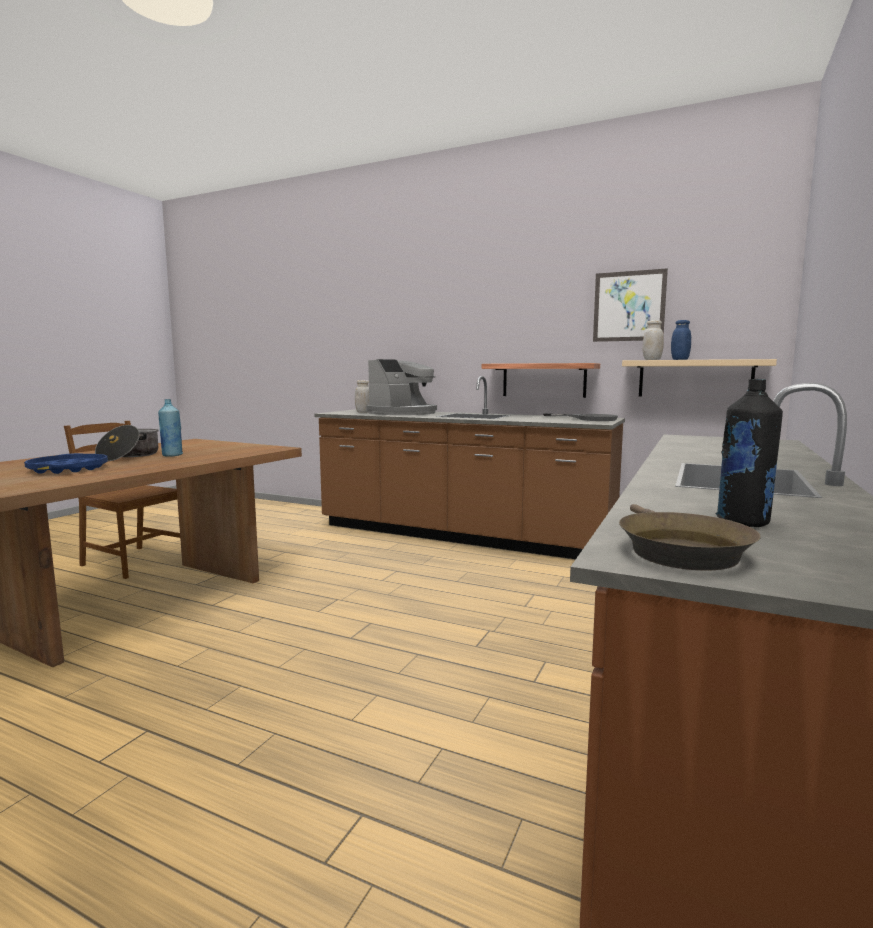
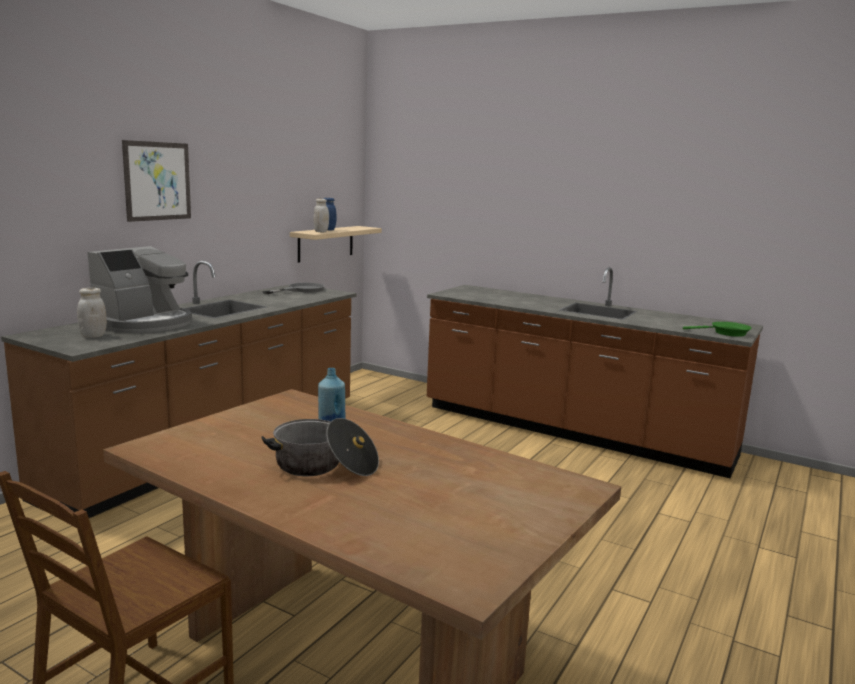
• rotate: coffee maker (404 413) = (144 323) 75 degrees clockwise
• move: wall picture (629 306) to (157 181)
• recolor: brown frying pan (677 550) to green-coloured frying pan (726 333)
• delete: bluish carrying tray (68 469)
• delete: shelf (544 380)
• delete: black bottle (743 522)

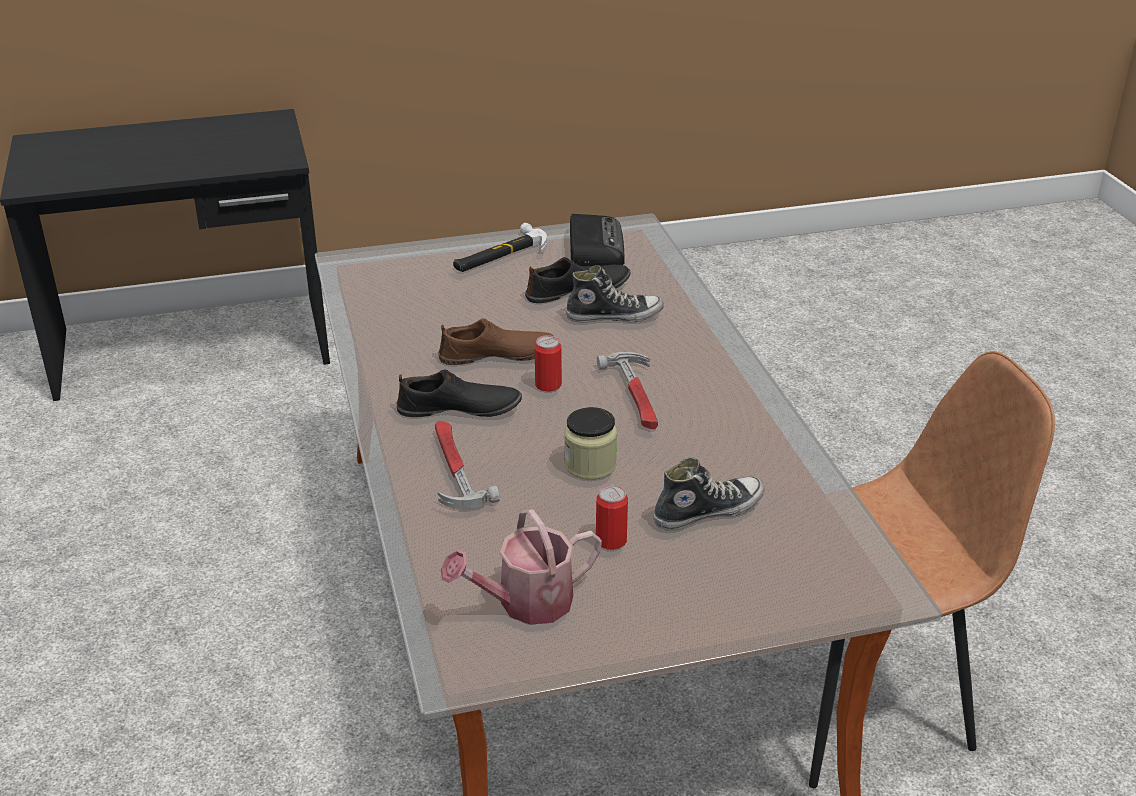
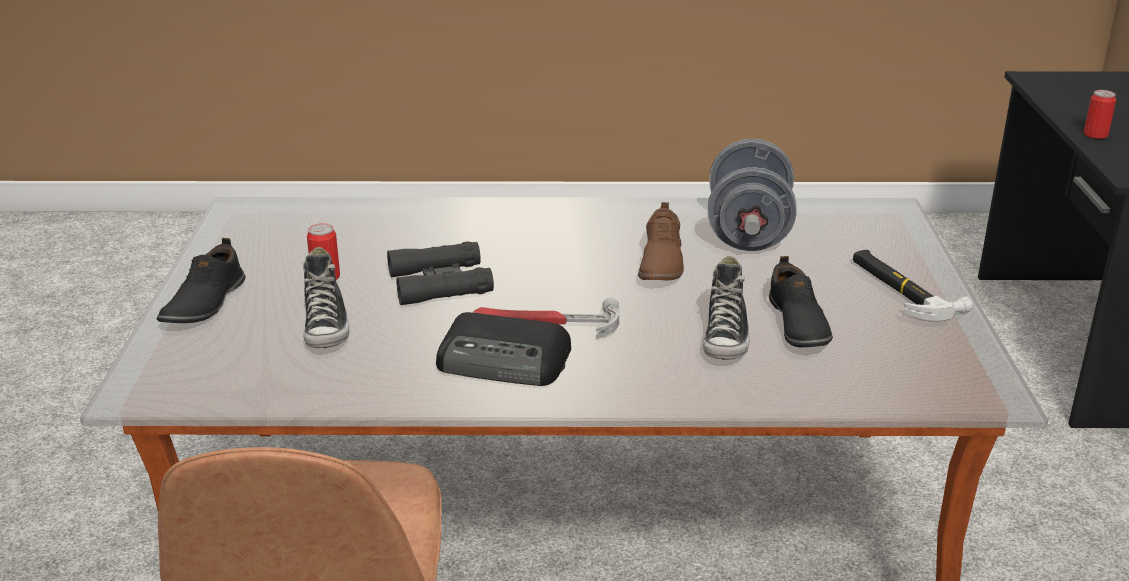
• move: black shoe (459 409) to (203 303)
• replace: storage jar (590 465) to black pair of binoculars (440 283)
• move: radio (594 249) to (505 361)
• insert: grey dumbbell (748 232)
• move: sealed can (548 385) to (1095 135)
• delete: hammer (454 469)
• delete: sprinkling can (525 603)

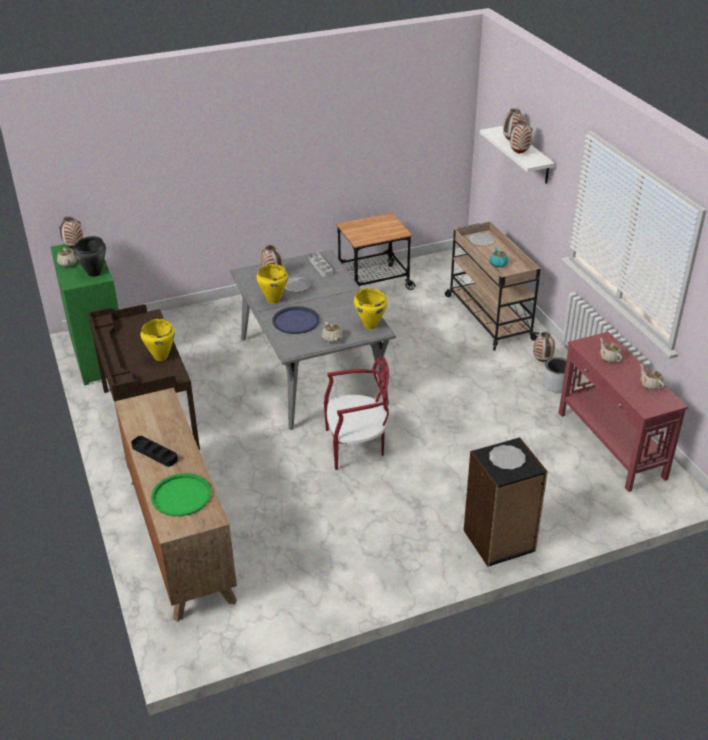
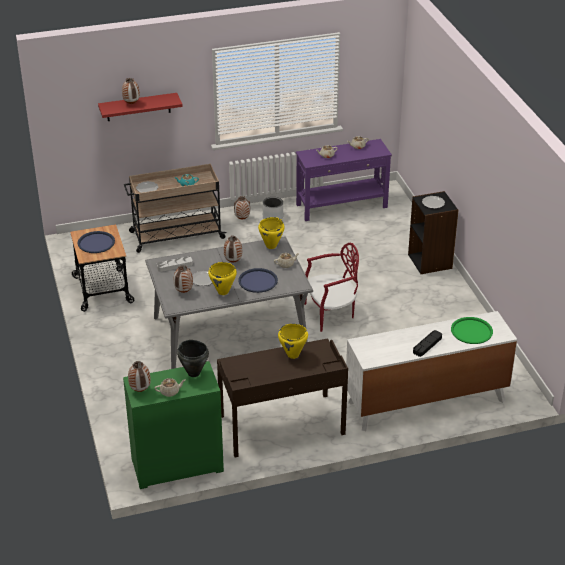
• insert: bluish carrying tray (96 243)
• recolor: white shelf (528 155) to reddish shelf (138 107)
• move: flower vase (519 153) to (233 261)
• recolor: reddish console table (610 445) to purple-coloured console table (342 206)
• rotate: reddish plain chair (356 446) = (331 313) 75 degrees clockwise
• recolor: brown drawer chest (180 538) to white drawer chest (426 402)

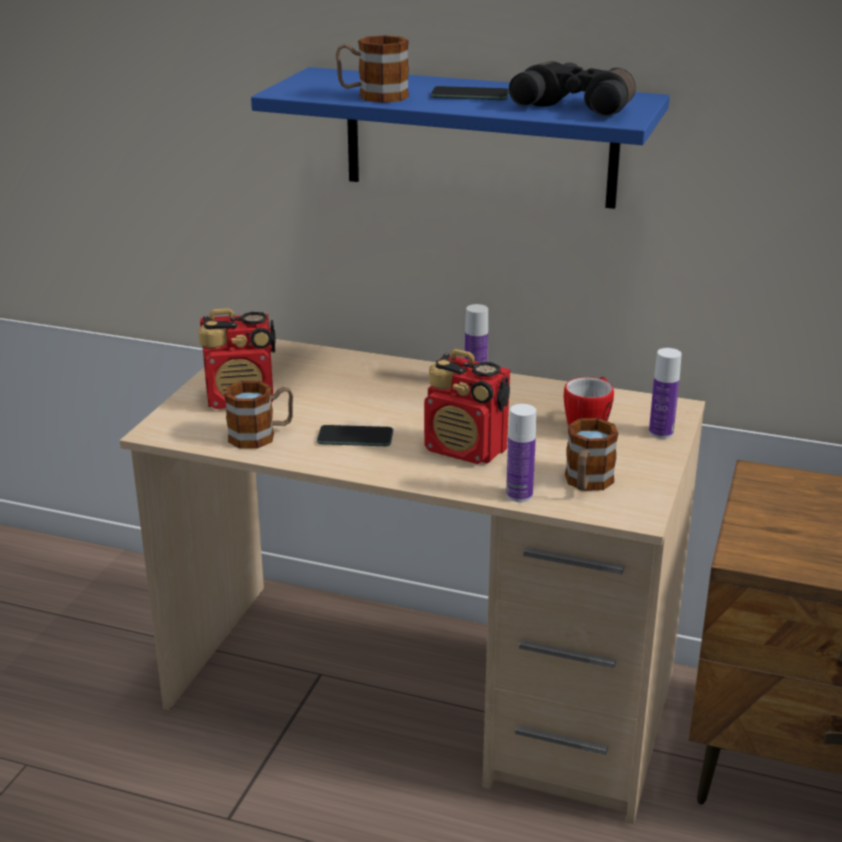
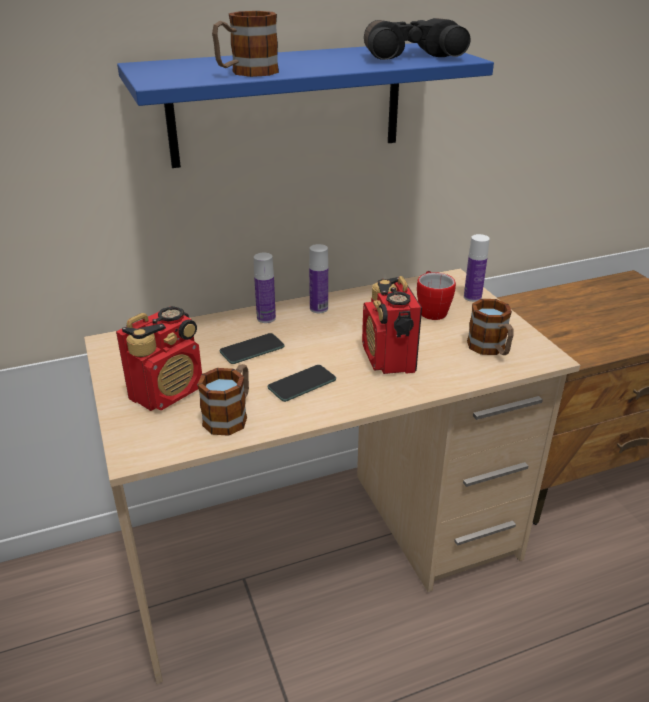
• move: handset (470 95) to (252 349)
• move: bottle (519 495) to (266 318)
• rotate: radio (466 450) = (389 359) 90 degrees clockwise

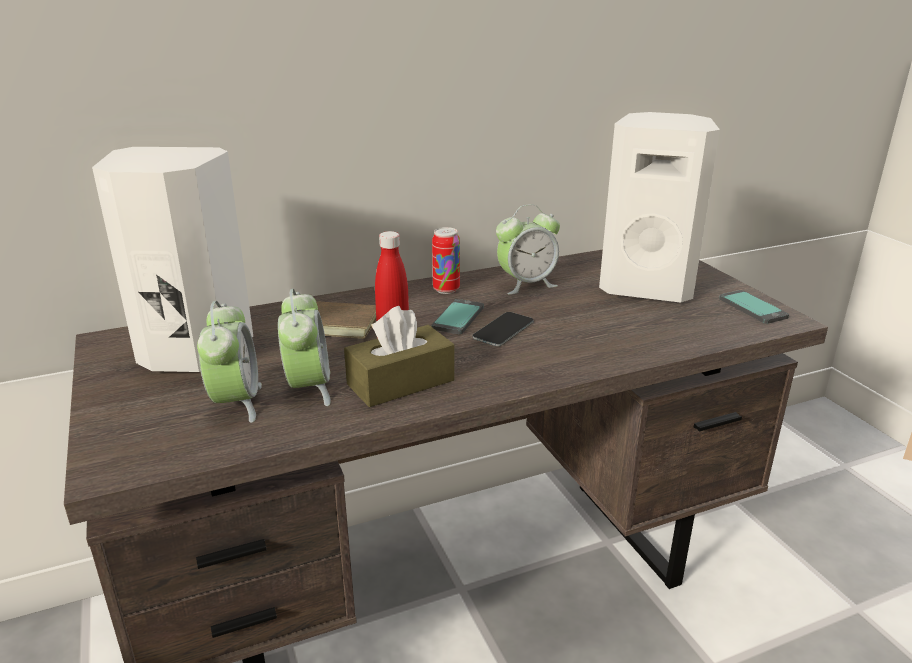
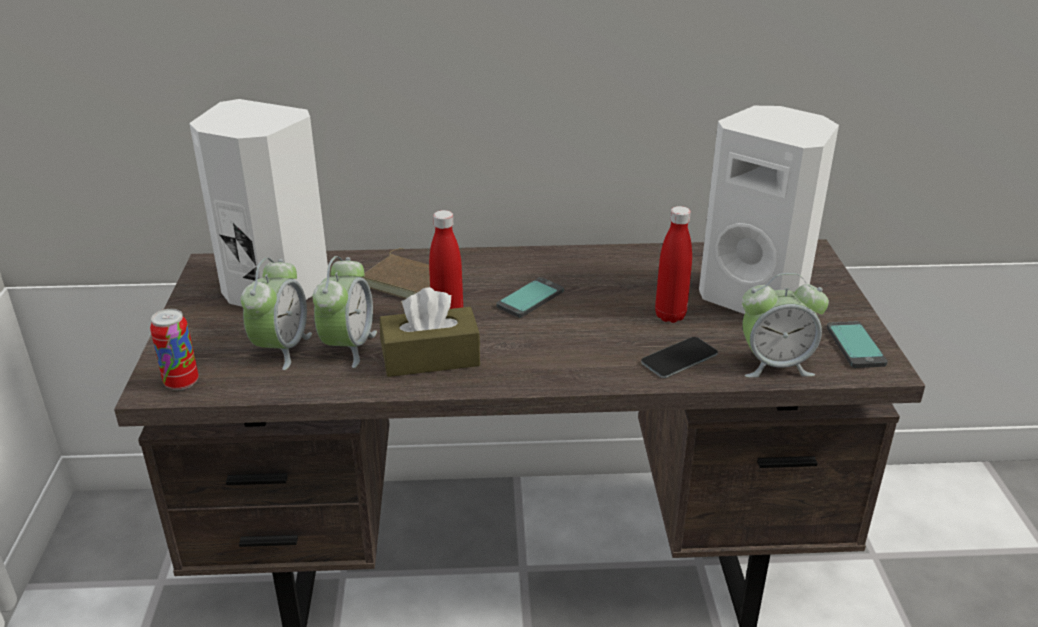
• move: sealed can (446 289) to (181 382)
• move: handset (503 329) to (679 358)
• insert: reddish bottle (670 316)
• move: bedside clock (526 284) to (775 365)

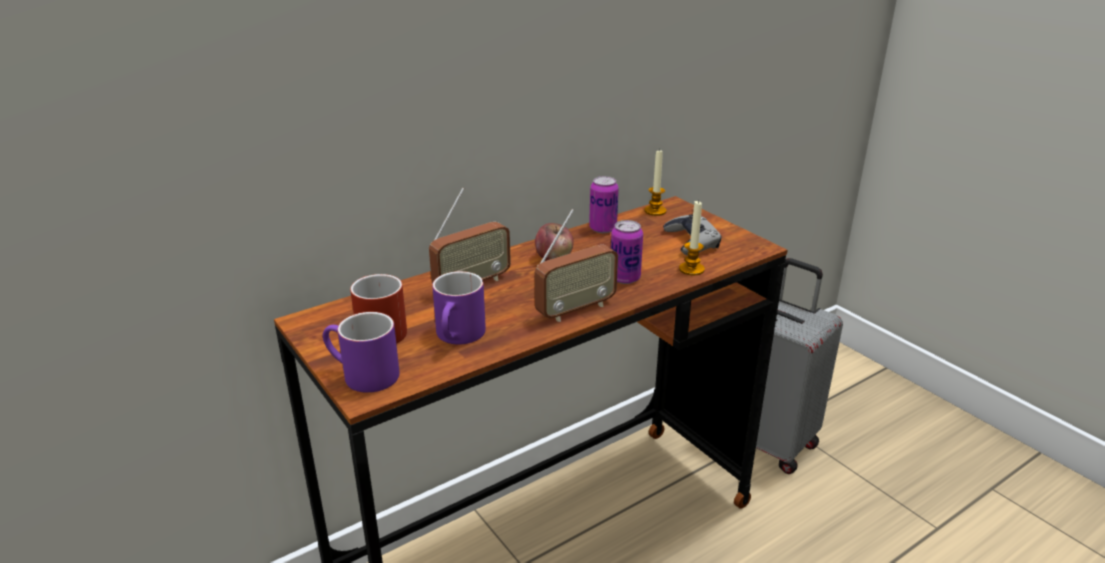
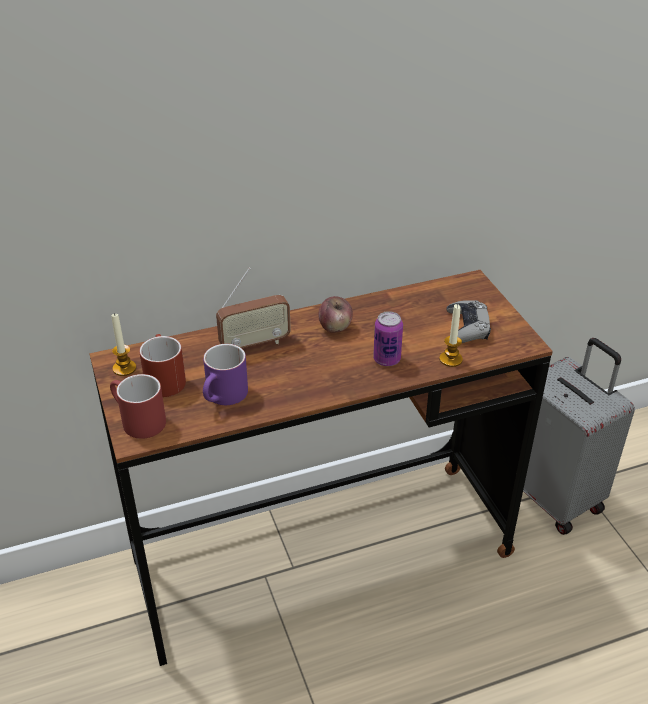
• recolor: purple-coloured mug (361 376) to reddish mug (137 421)
• move: wax candle (655 211) to (124 368)
• delete: radio (575 309)
• delete: sealed can (603 228)

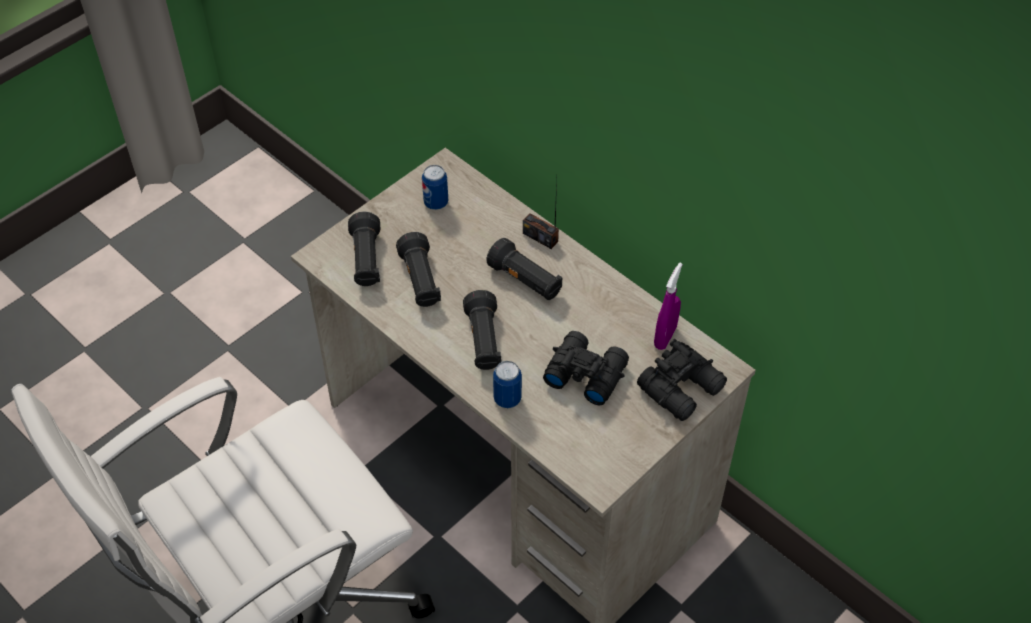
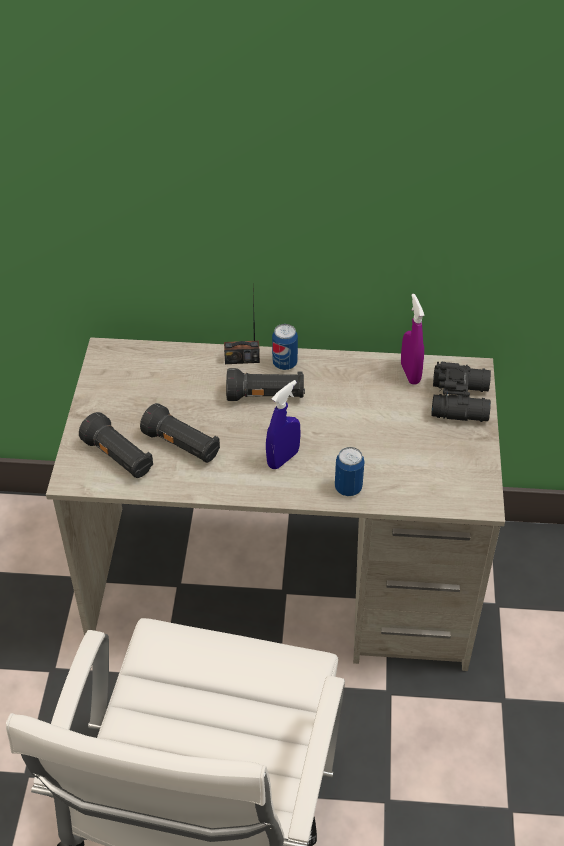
• replace: black flashlight (483 341) to bluish hand sprayer (283 459)
• move: sealed can (436 203) to (284 364)
• delete: black pair of binoculars (585 373)

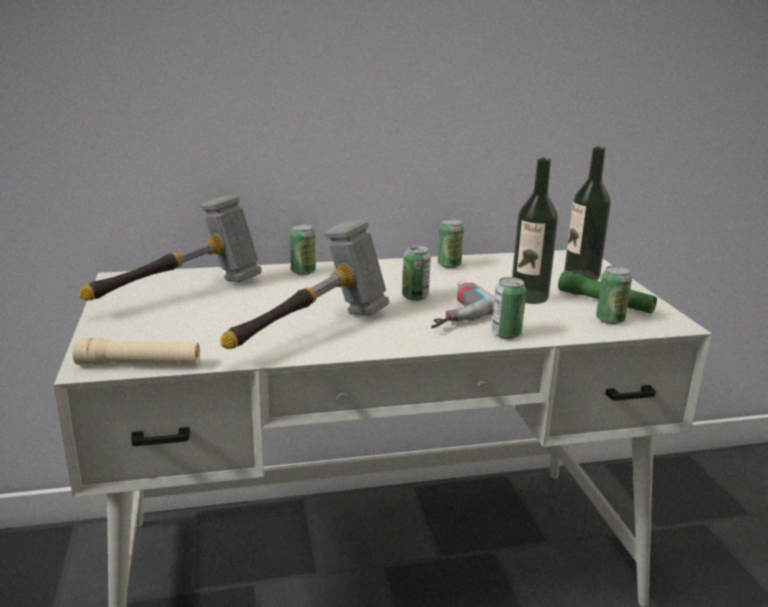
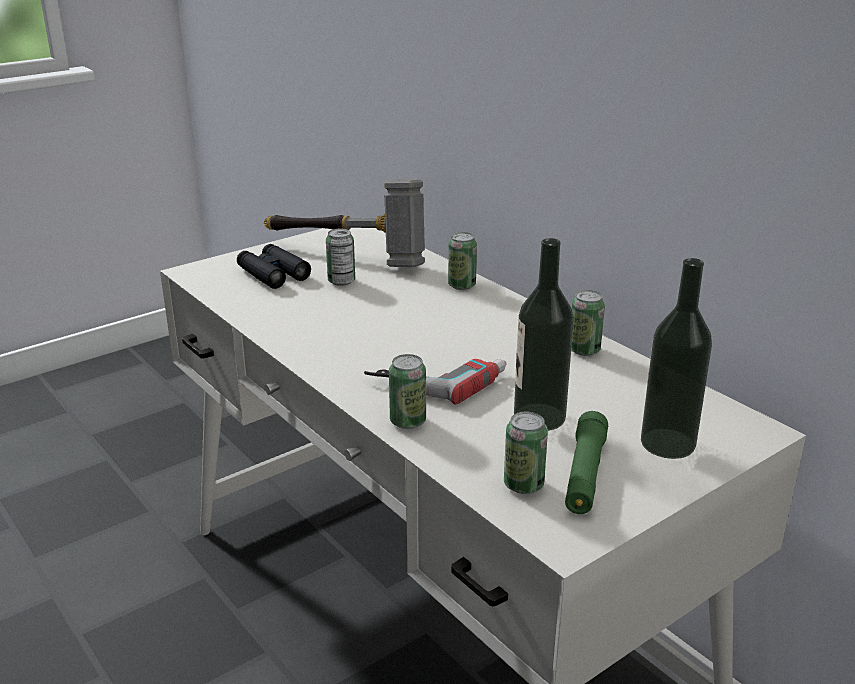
• insert: black pair of binoculars (273 274)
• move: sealed can (415 297) to (341 281)
• delete: sand-coloured flashlight (139 364)
• delete: hammer (311 333)

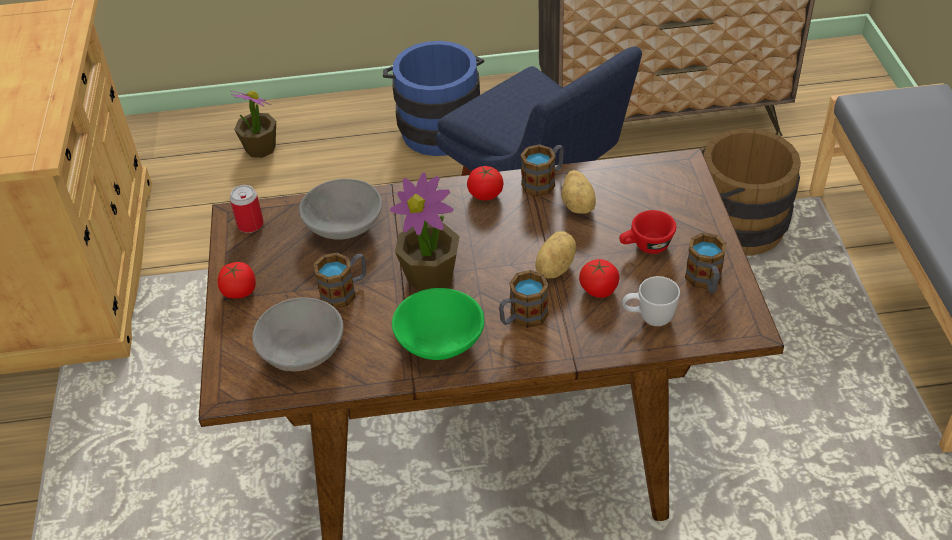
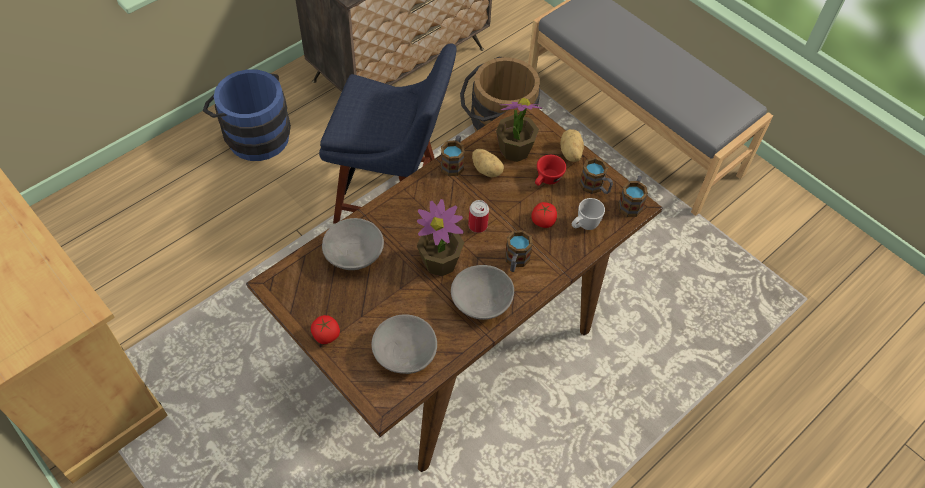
• recolor: green-coloured bowl (439 341) to grey bowl (481 302)
• move: sealed can (250 225) to (477 225)
• move: potted plant (260 148) to (514 150)
• move: whole potato (553 267) to (570 153)
• move: mug (345 291) to (631 203)
• delete: tomato (485 194)

